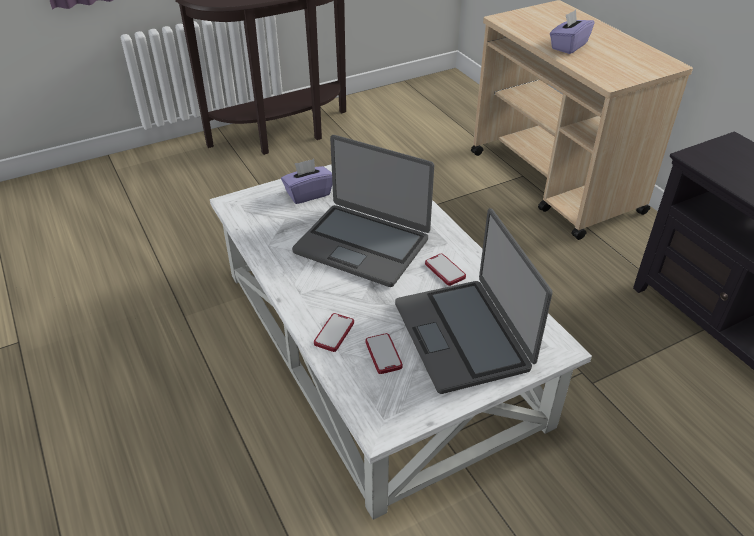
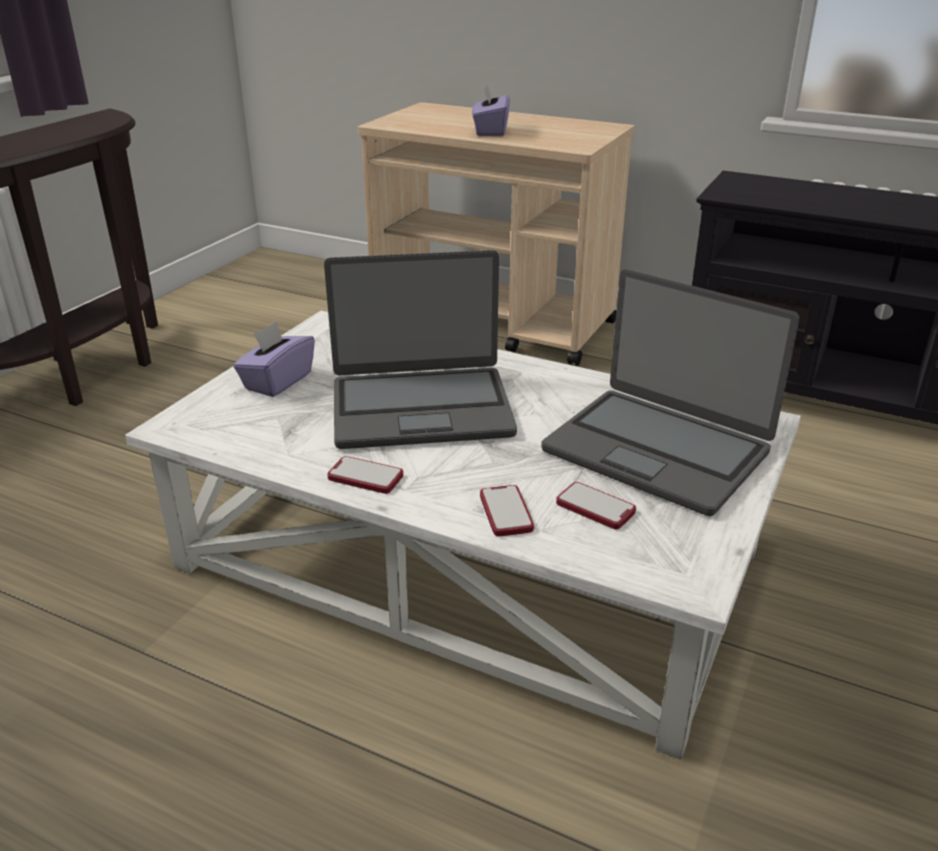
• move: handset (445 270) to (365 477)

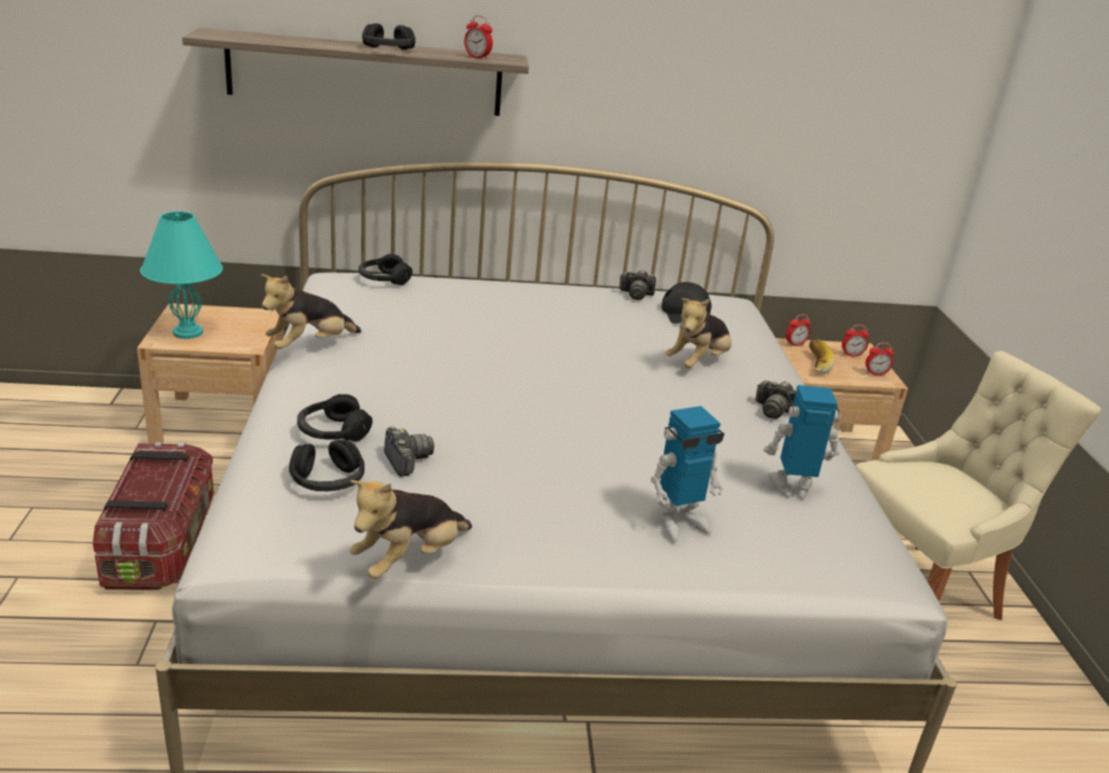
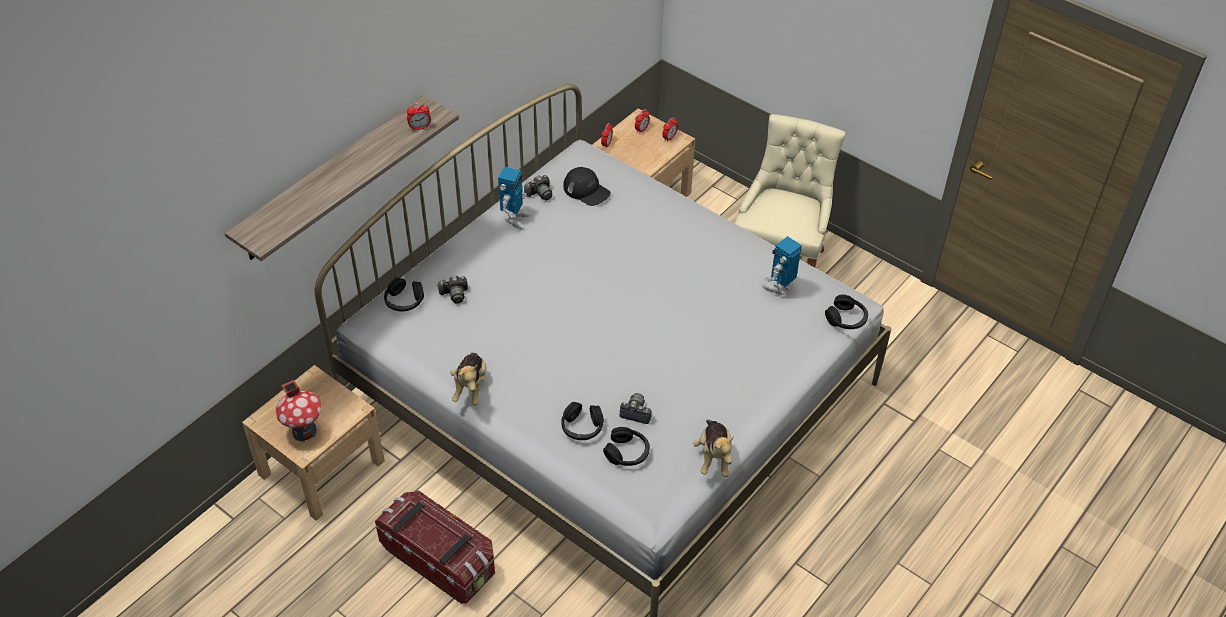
• replace: turquoise-coloured table lamp (188 332) to model house (304 431)
• move: still camera (774 411) to (454 294)
• move: model robot (679 523) to (515 219)
• move: black pair of headphones (388 50) to (846 319)
• delete: cuddly toy (698 363)
• delete: banana fruit (813 364)

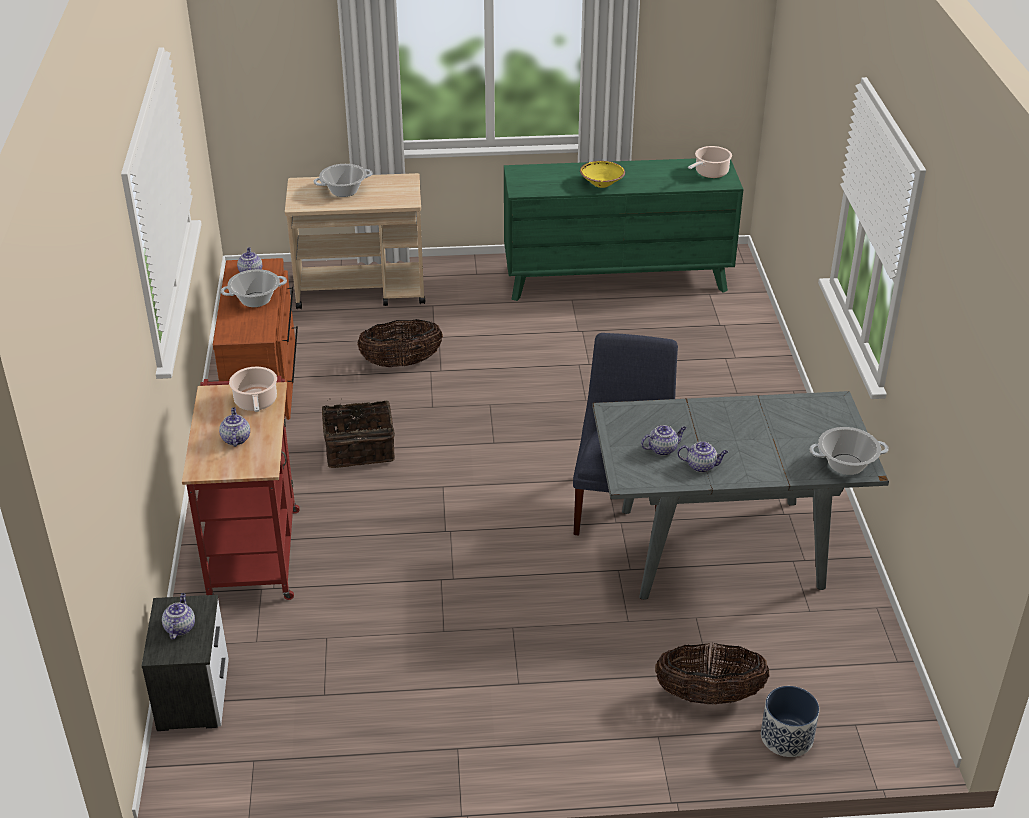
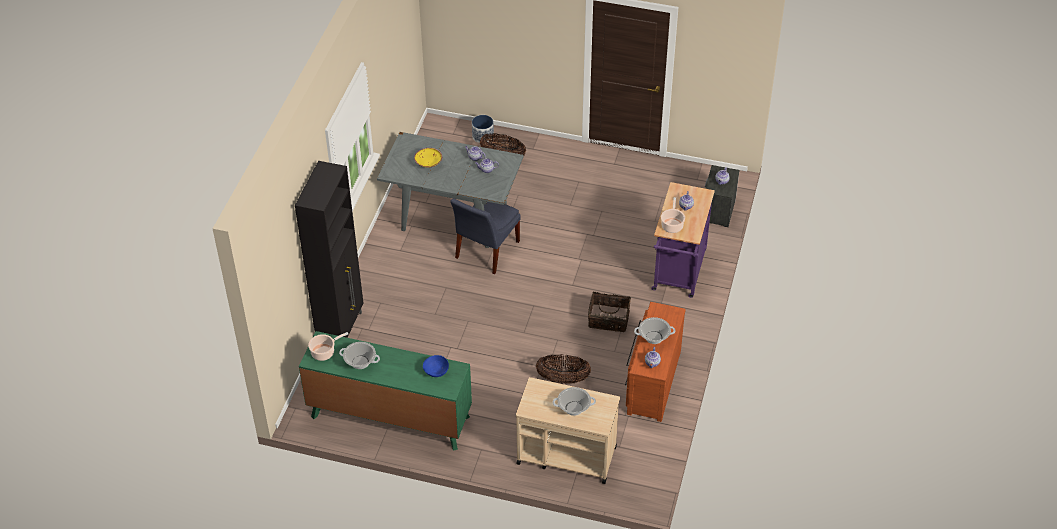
• insert: black cupboard (342 330)
• move: saucepot (846 464) to (360 362)
• move: yellow bowl (601 183) to (428 163)
• insert: bluish bowl (436 371)
• recolor: reddish cart (254 548) to purple-coloured cart (678 274)

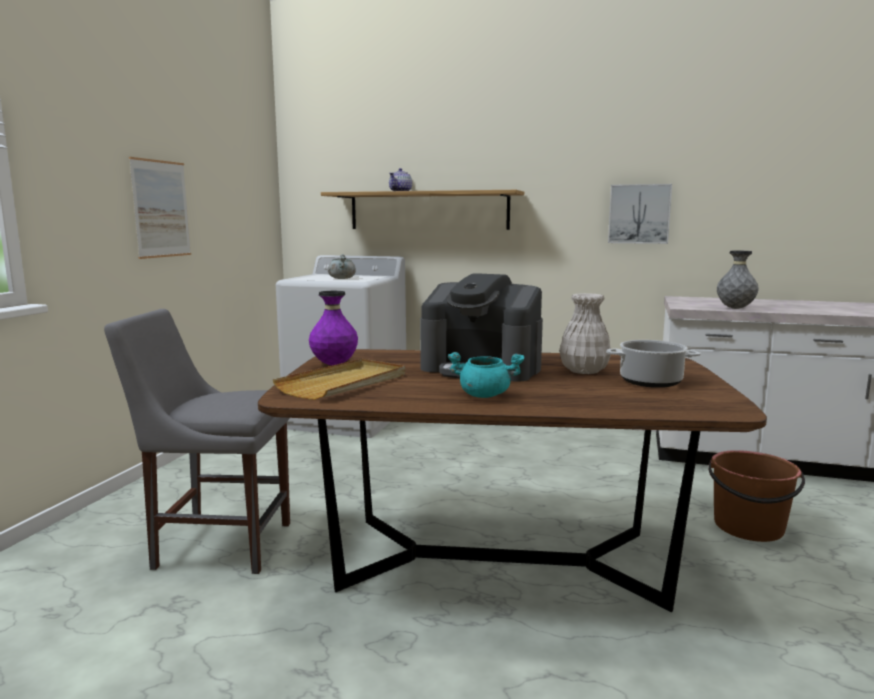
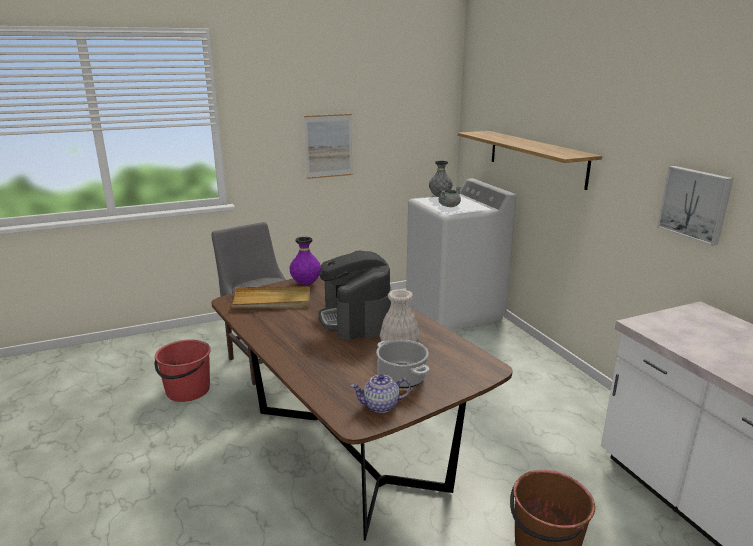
• insert: reddish water bucket (187 390)
• move: teapot (401 191) to (381 405)
• move: grey flower vase (735 308) to (440 196)
• delete: turquoise-coloured saucepot (485 395)

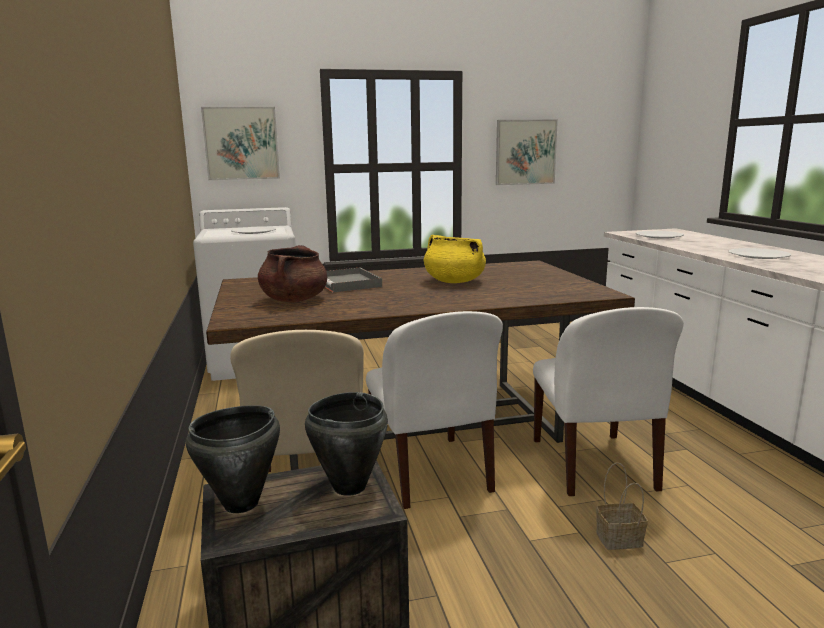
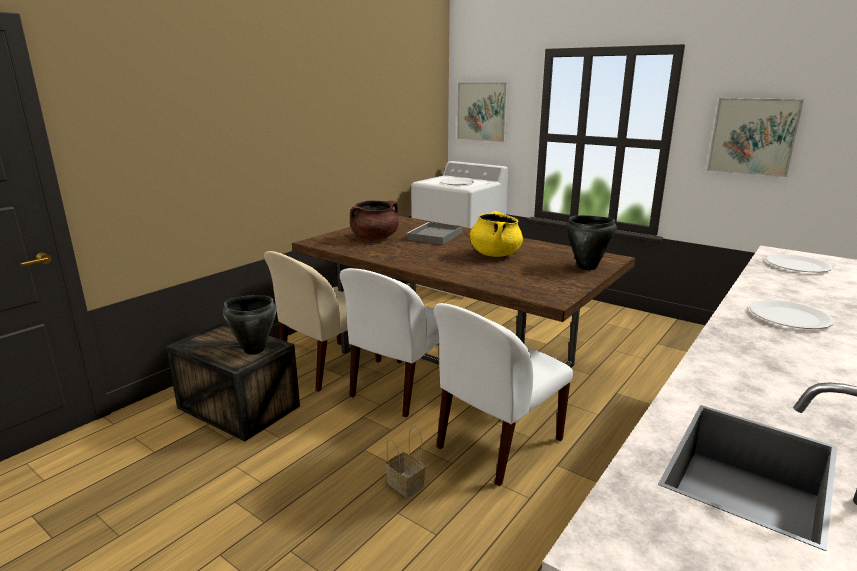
• move: black saucepot (242 504) to (587 267)

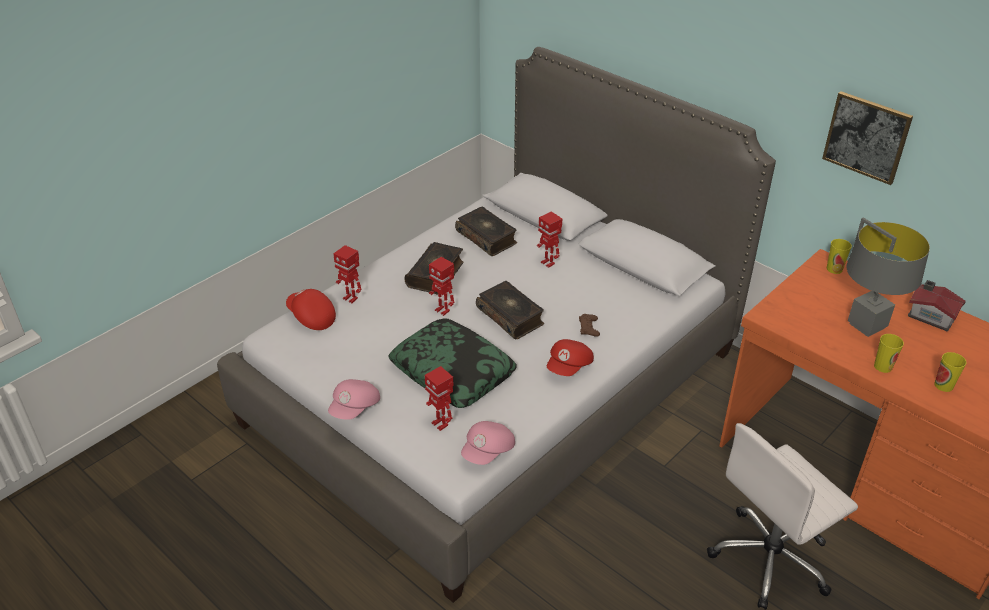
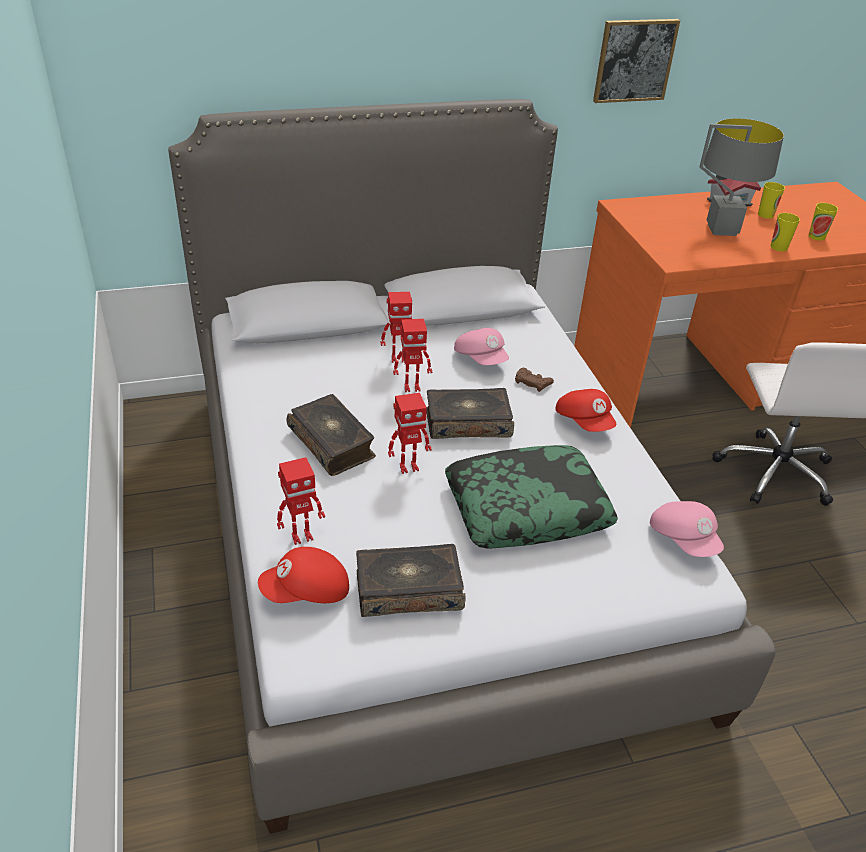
• move: book (487 237) to (408 589)
• move: model robot (440 424) to (411 387)
• move: pinkish peaked cap (355 408) to (481 359)
• move: drinking cup (834 269) to (765 215)

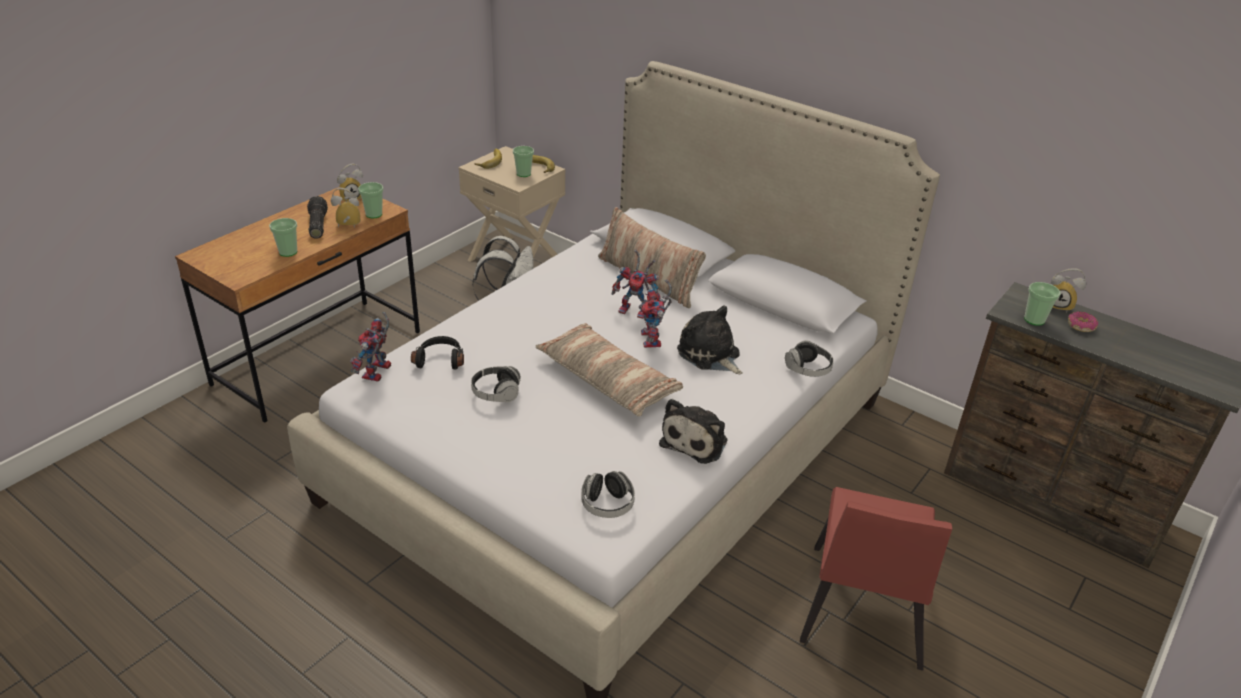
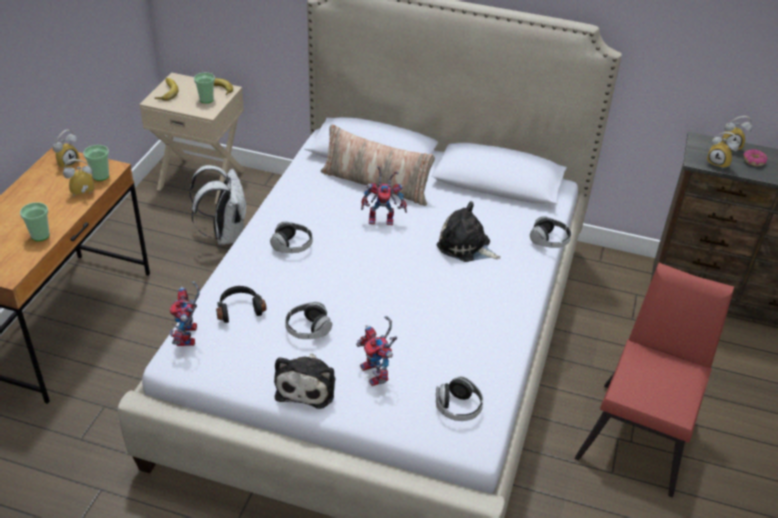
• insert: pair of headphones (292 246)
• move: cuddly toy (696 440) to (307 385)
• move: model robot (653 341) to (378 375)
• rotate: reddish plain chair (861 613) = (641 432) 150 degrees counterclockwise
• replace: drinking cup (1034 320) to bedside clock (719 163)
• delete: flashlight (317 225)
• delete: pillow (608 380)

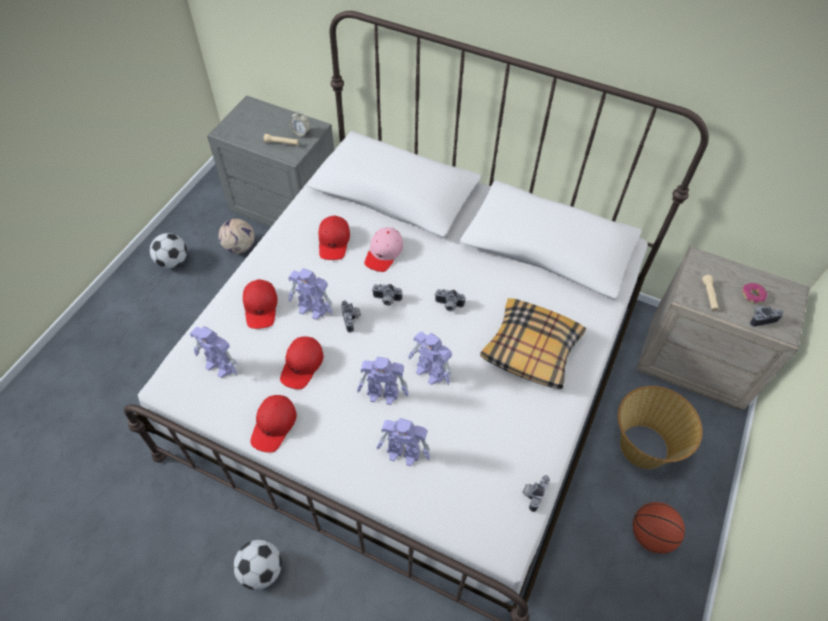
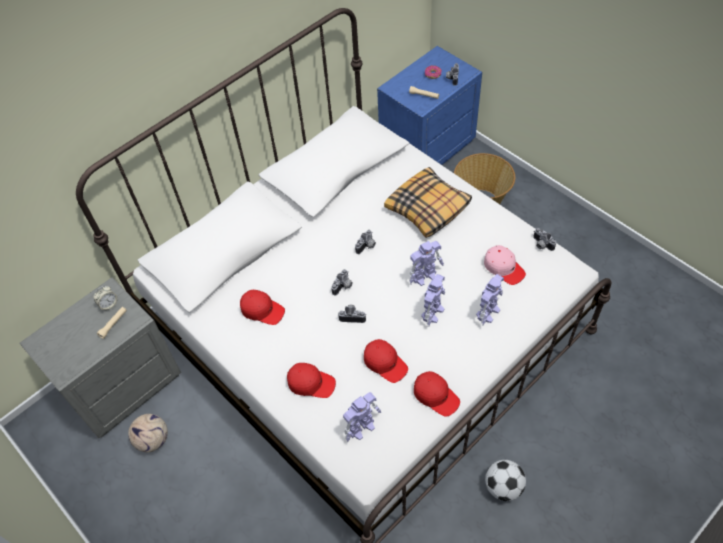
• recolor: sand-coloured bedside table (695 362) to bluish bedside table (426 148)
• move: pinkish peaked cap (384 253) to (504 268)
• delete: football (173 261)
• delete: model robot (313 309)
• delete: ball for basketball (651 535)

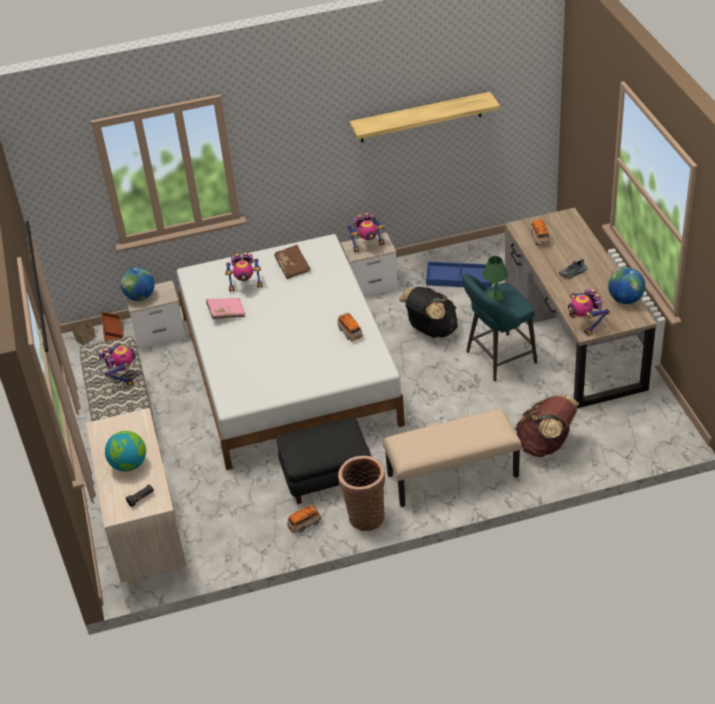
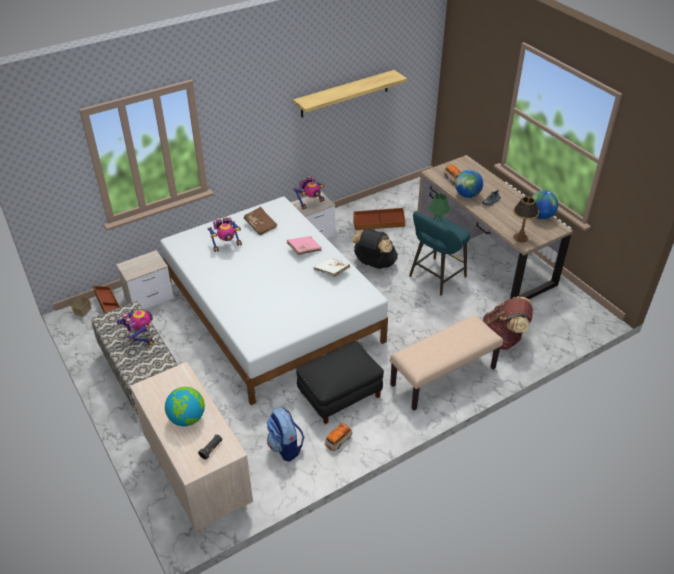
• insert: rucksack (285 447)
• move: pinkish book (226 313) to (304 249)
• replace: toy car (350 333) to white book (331 271)
• recolor: bluish storage bin (459 280) to brown storage bin (379 223)
• move: globe (140 297) to (467 195)
• replace: model robot (585 323) to table lamp (520 238)
• delete: household basket (365 515)

